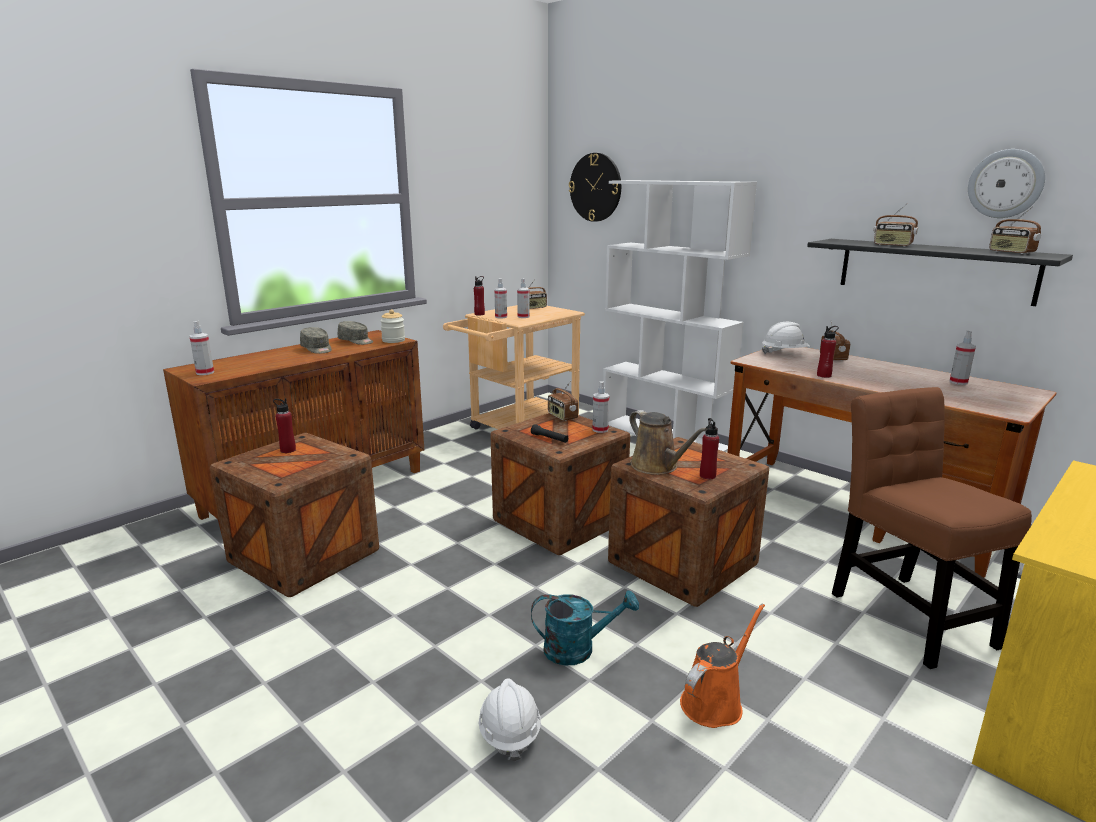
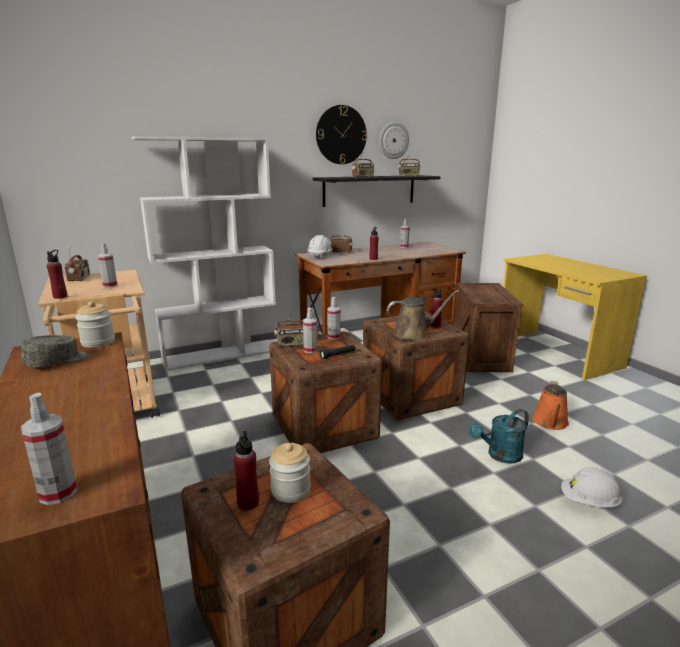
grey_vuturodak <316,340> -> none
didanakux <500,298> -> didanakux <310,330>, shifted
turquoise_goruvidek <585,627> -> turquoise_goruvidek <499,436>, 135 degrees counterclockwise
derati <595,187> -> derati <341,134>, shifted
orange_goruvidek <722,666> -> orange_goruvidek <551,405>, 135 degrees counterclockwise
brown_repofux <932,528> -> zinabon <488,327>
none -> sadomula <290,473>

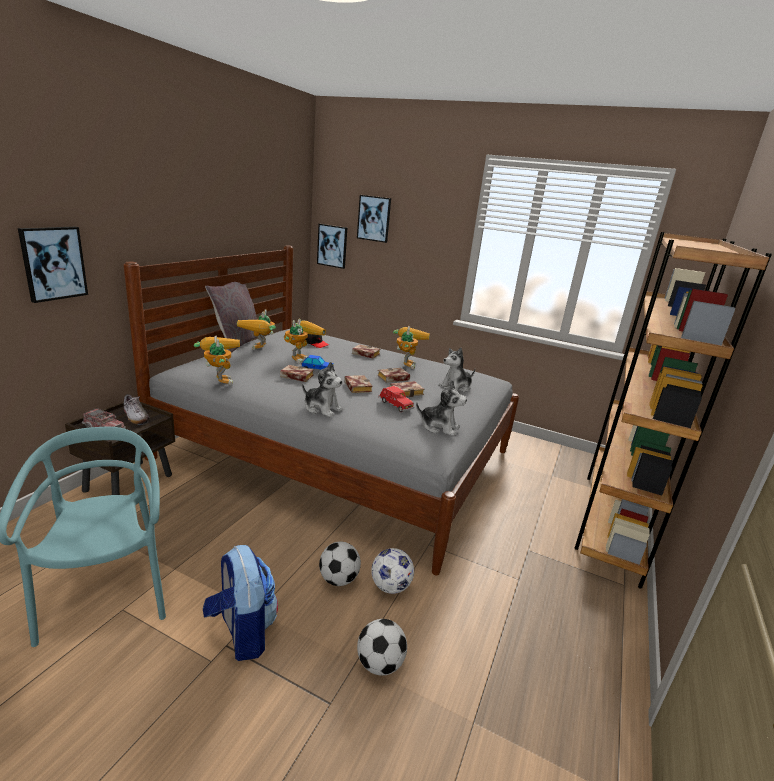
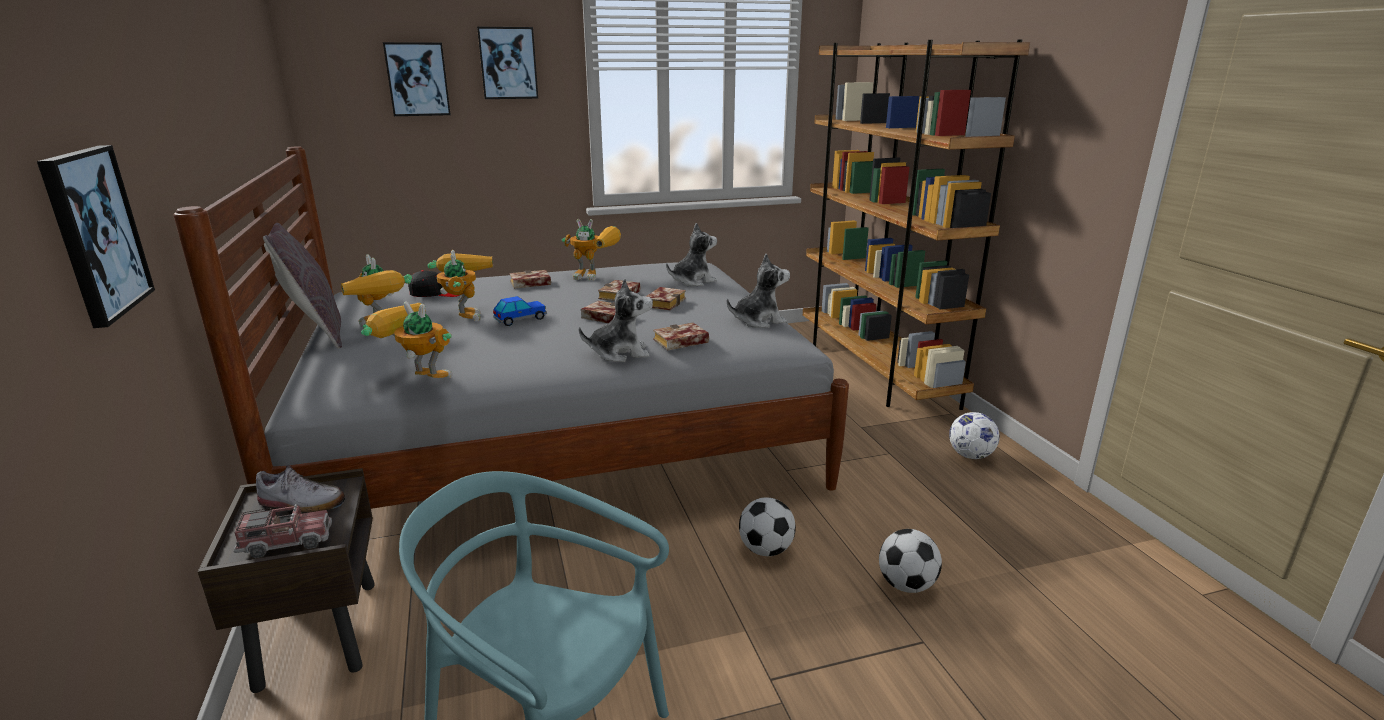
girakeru <240,603> -> none
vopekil <297,373> -> vopekil <681,336>, shifted
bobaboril <332,246> -> bobaboril <507,63>, shifted
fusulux <392,571> -> fusulux <974,435>, shifted
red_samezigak <396,399> -> none
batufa <411,347> -> batufa <591,250>, 135 degrees clockwise
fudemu <457,369> -> fudemu <691,255>, 135 degrees counterclockwise

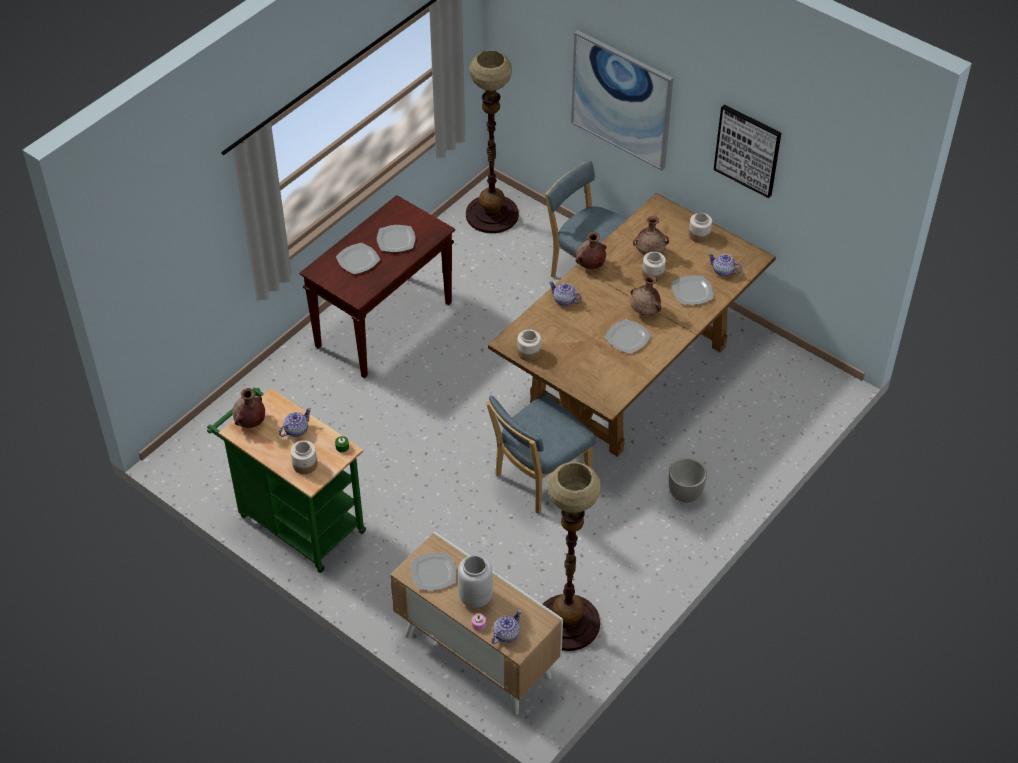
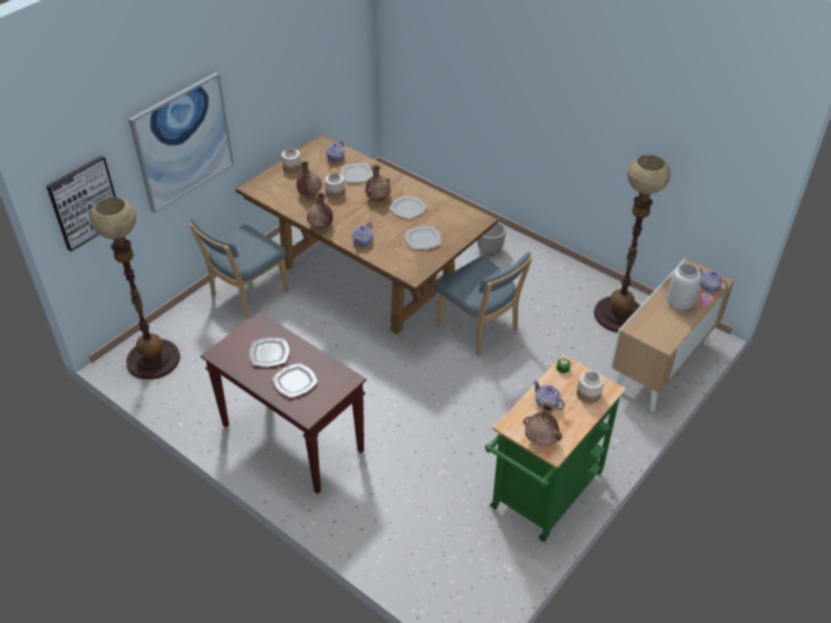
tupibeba <433,571> -> tupibeba <423,237>, shifted
sadomula <529,345> -> none
bobaboril <747,151> -> bobaboril <81,203>, shifted

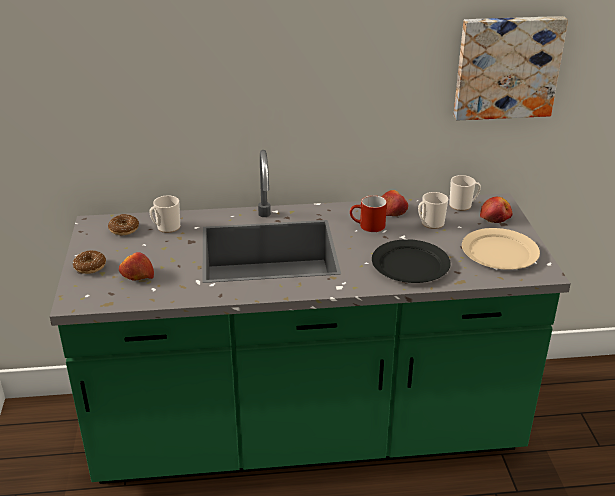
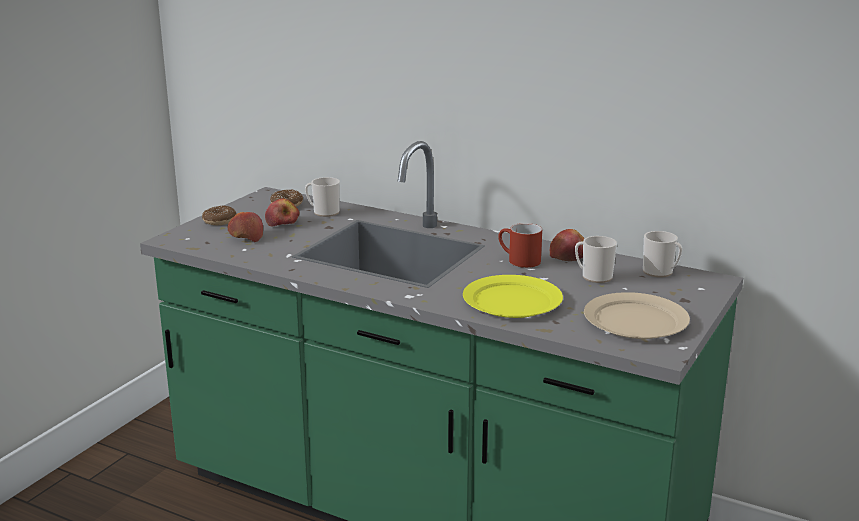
black_tupibeba <411,261> -> yellow_tupibeba <513,296>
bobaboril <510,68> -> none
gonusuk <496,210> -> gonusuk <282,212>, shifted

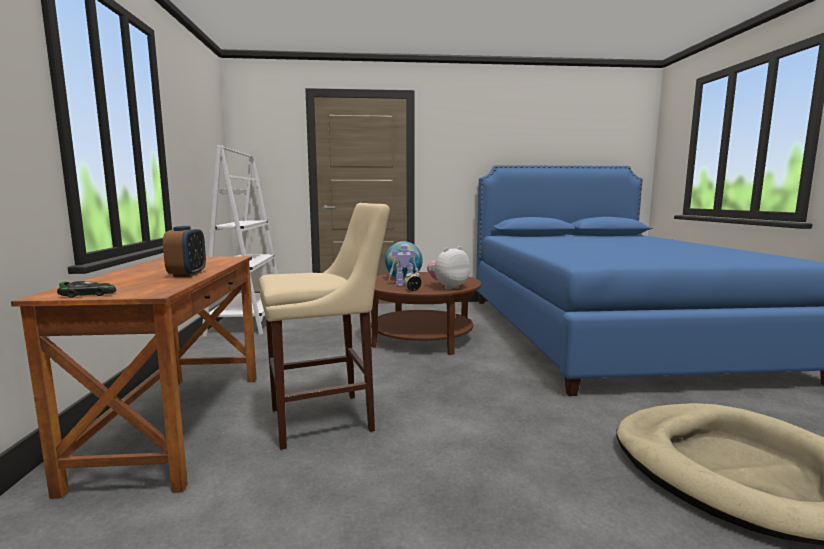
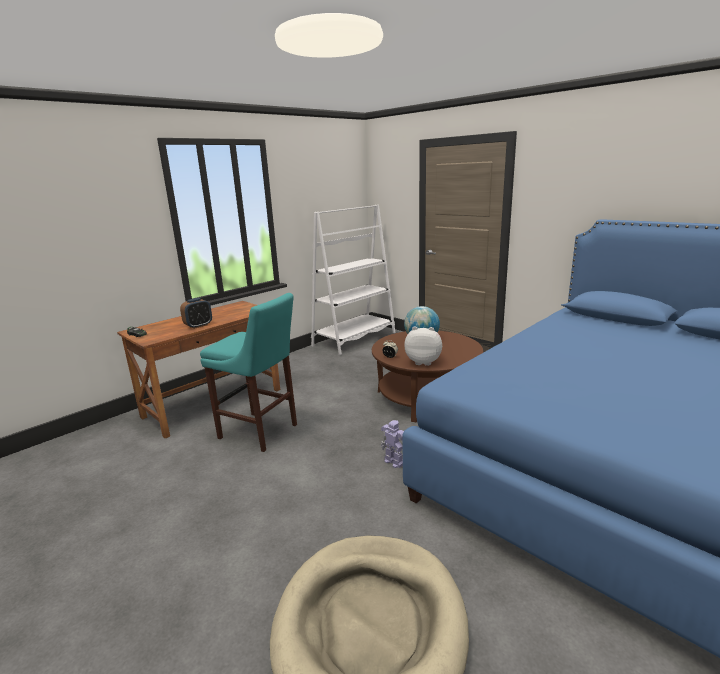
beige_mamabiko <324,326> -> turquoise_mamabiko <248,372>
batufa <404,265> -> batufa <392,444>, shifted

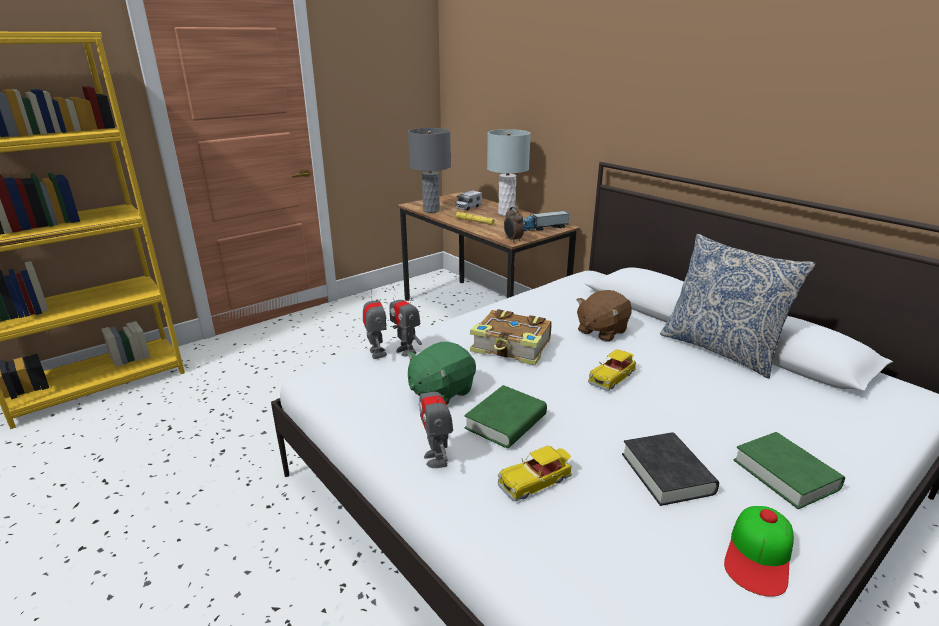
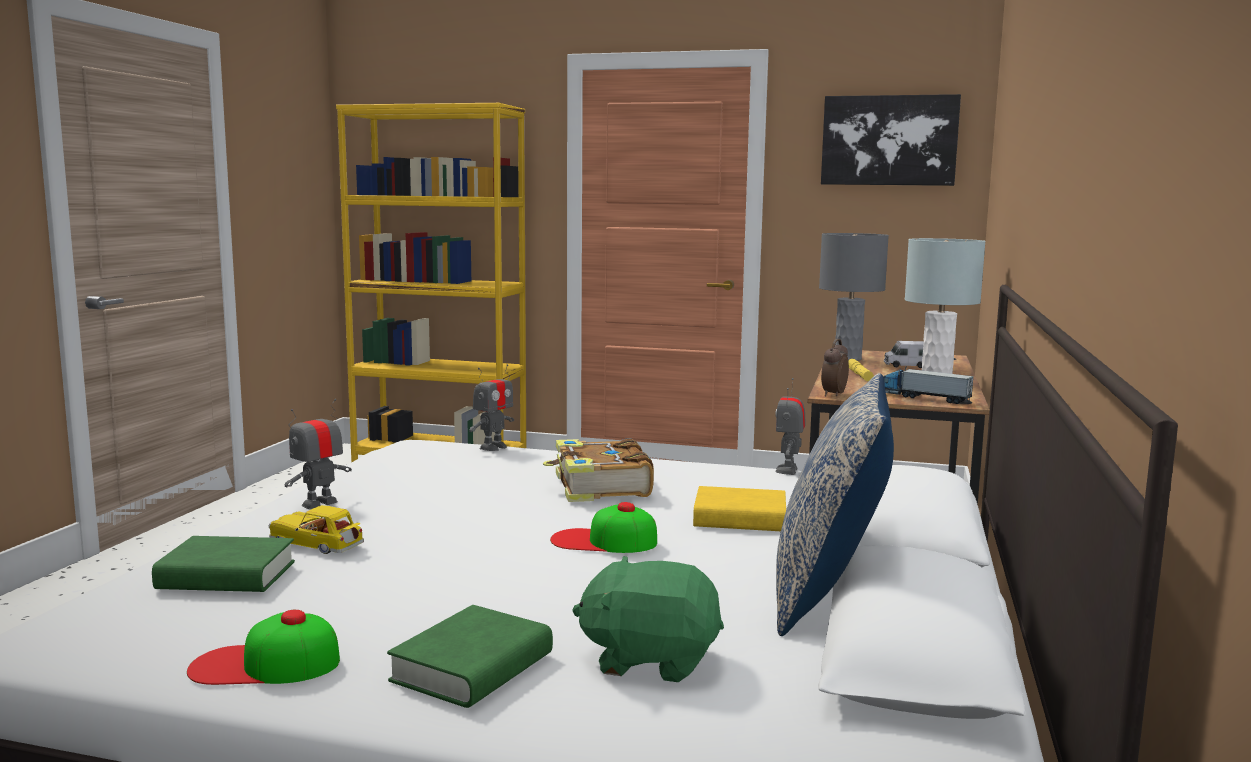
batufa <405,321> -> batufa <790,426>, shifted
green_fudemu <441,373> -> green_fudemu <648,619>, shifted
green_vopekil <505,416> -> green_vopekil <223,564>, shifted
brown_fudemu <604,316> -> yellow_vopekil <739,508>
samezigak <612,370> -> vuturodak <603,527>
black_vopekil <670,469> -> none
none -> bobaboril <891,140>

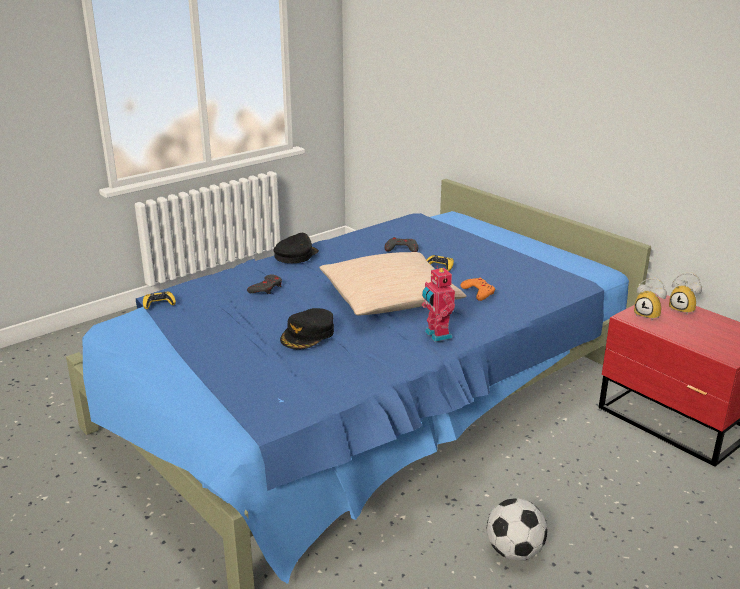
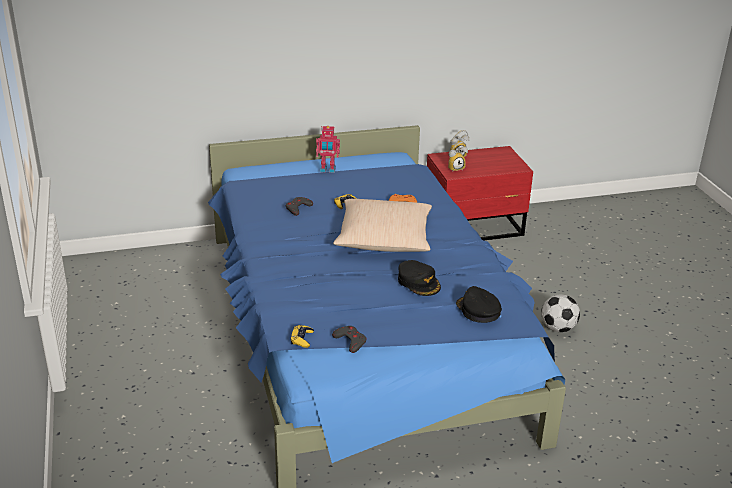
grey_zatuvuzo <264,284> -> grey_zatuvuzo <349,339>, shifted
black_vuturodak <296,248> -> black_vuturodak <479,304>, shifted
batufa <438,304> -> batufa <328,149>, shifted

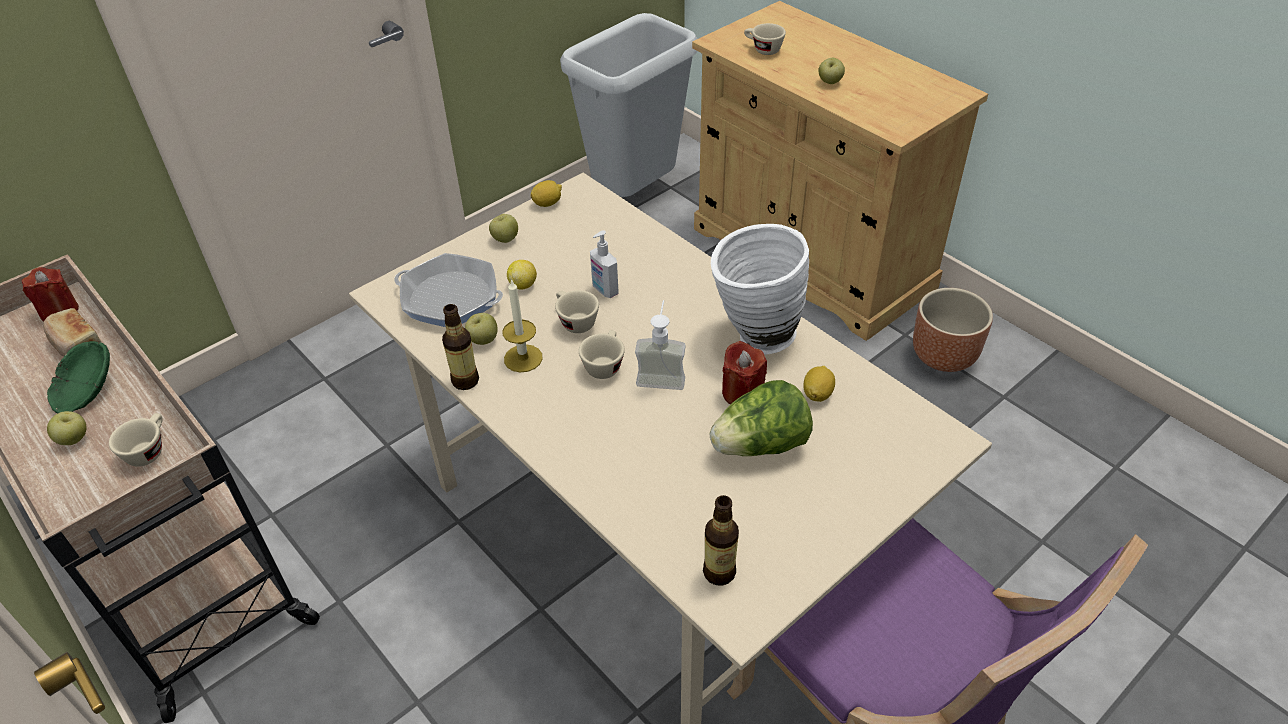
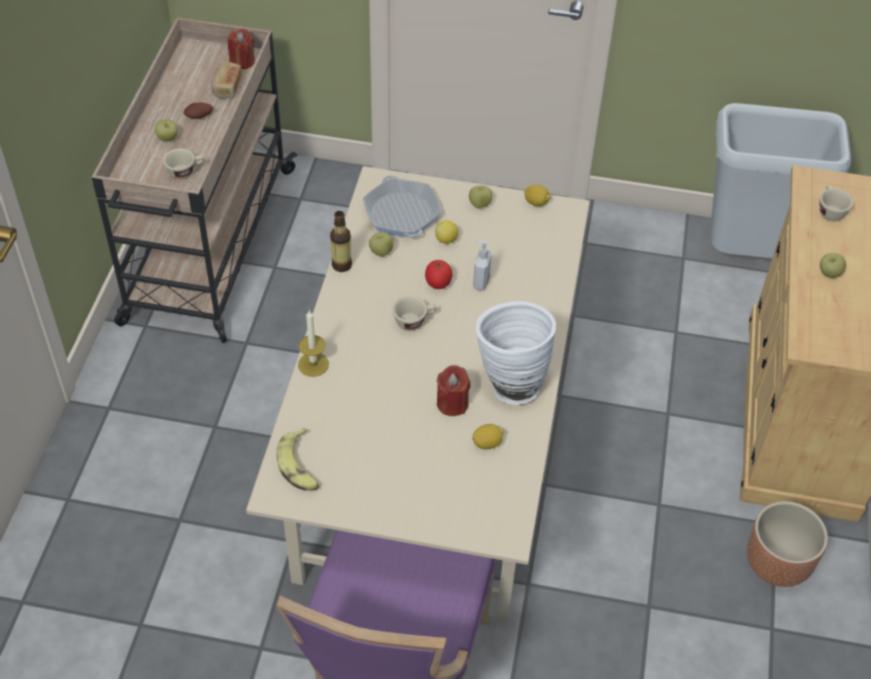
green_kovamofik <78,377> -> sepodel <198,111>
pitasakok <522,325> -> pitasakok <313,344>, shifted
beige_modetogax <577,311> -> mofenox <439,274>
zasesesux <660,345> -> none
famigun <721,540> -> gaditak <298,459>
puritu <761,418> -> none

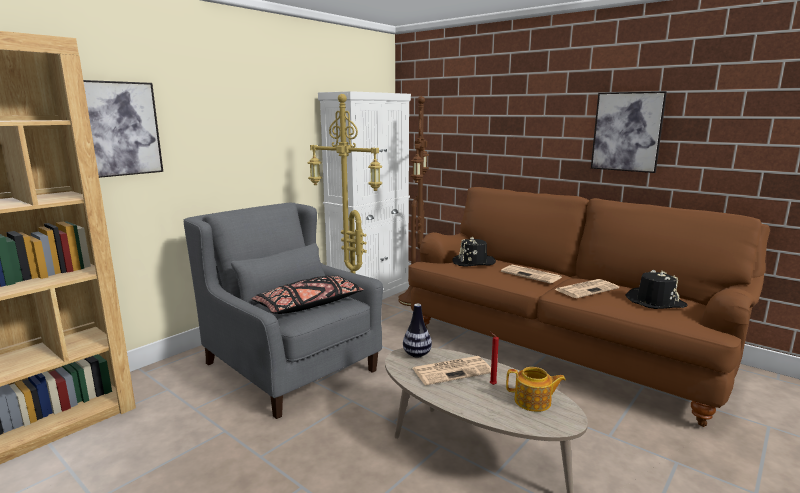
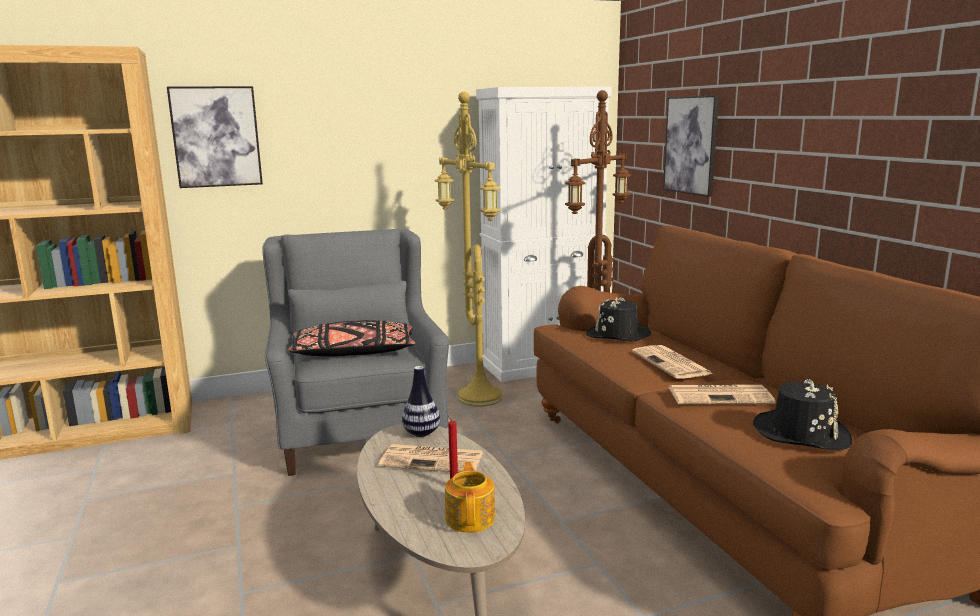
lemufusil <536,389> -> lemufusil <470,497>, 135 degrees counterclockwise
bobaboril <629,132> -> bobaboril <691,146>, shifted

